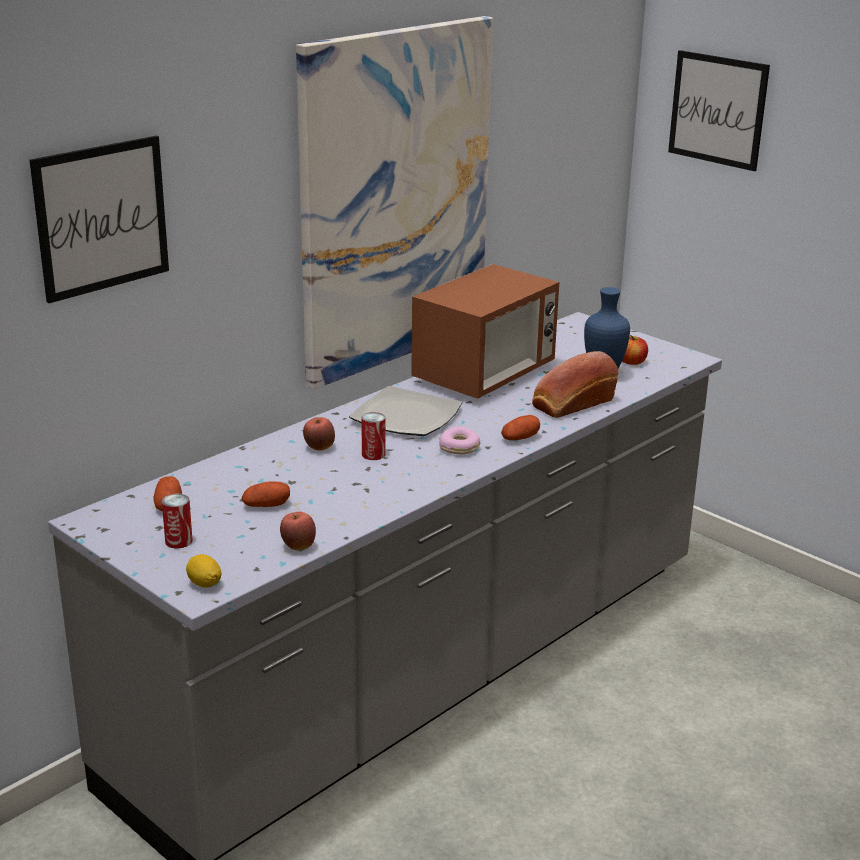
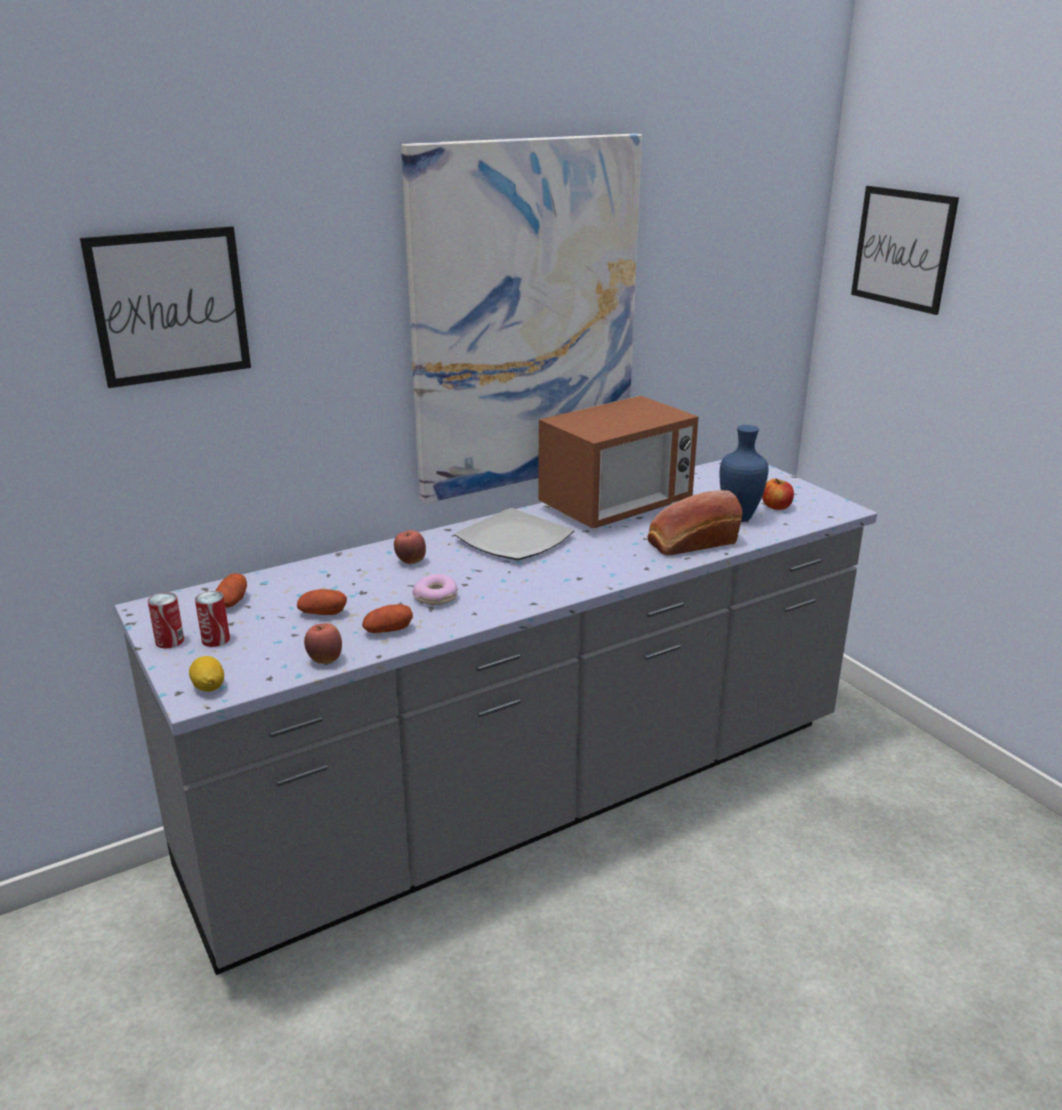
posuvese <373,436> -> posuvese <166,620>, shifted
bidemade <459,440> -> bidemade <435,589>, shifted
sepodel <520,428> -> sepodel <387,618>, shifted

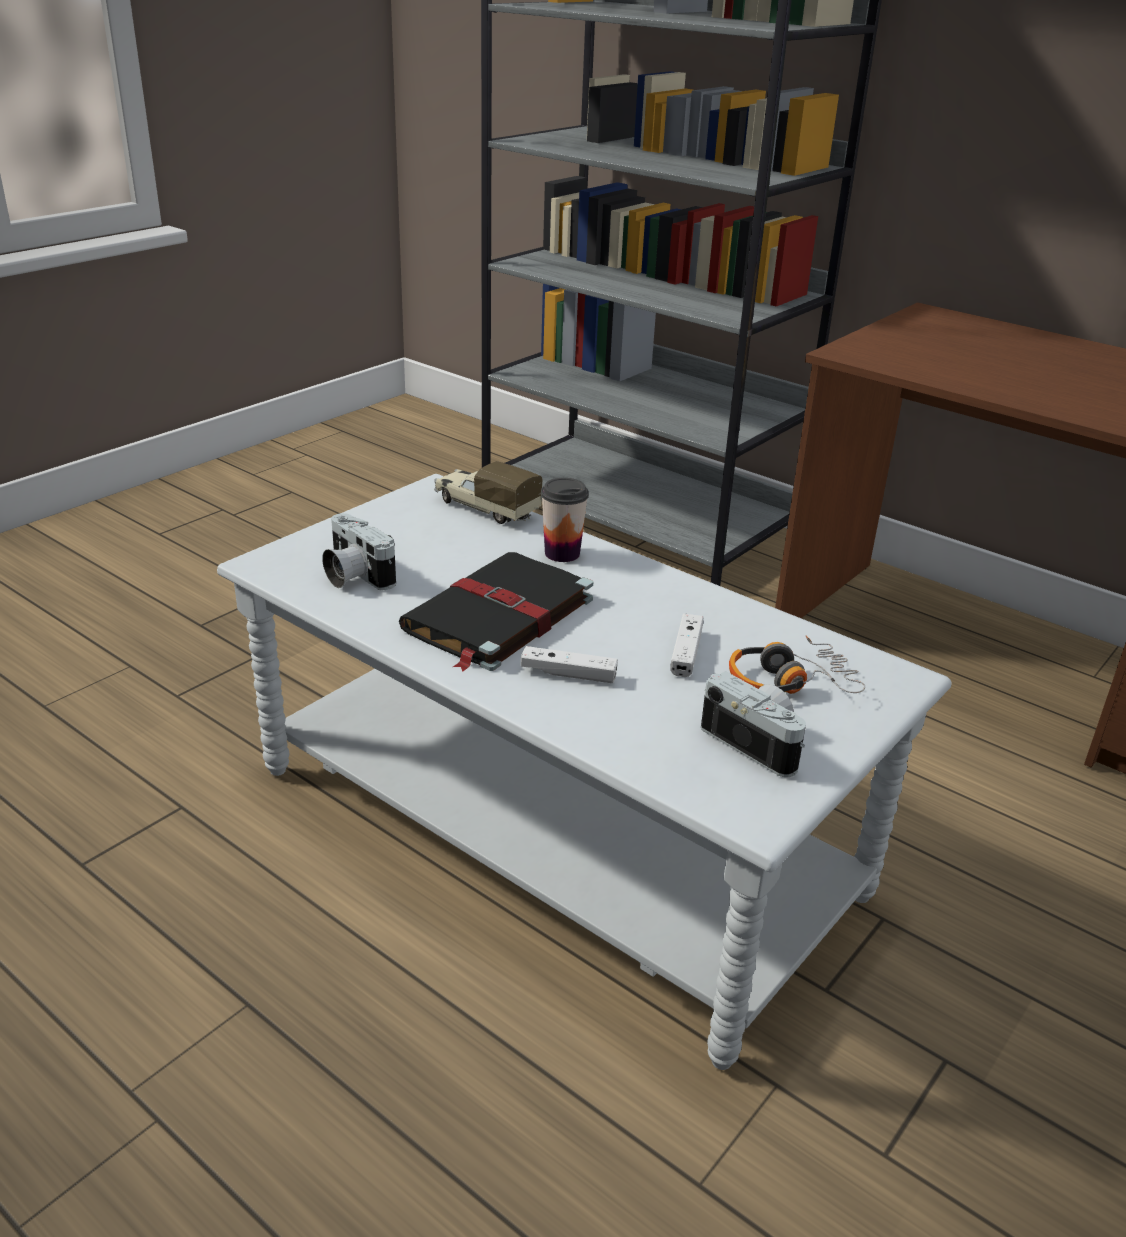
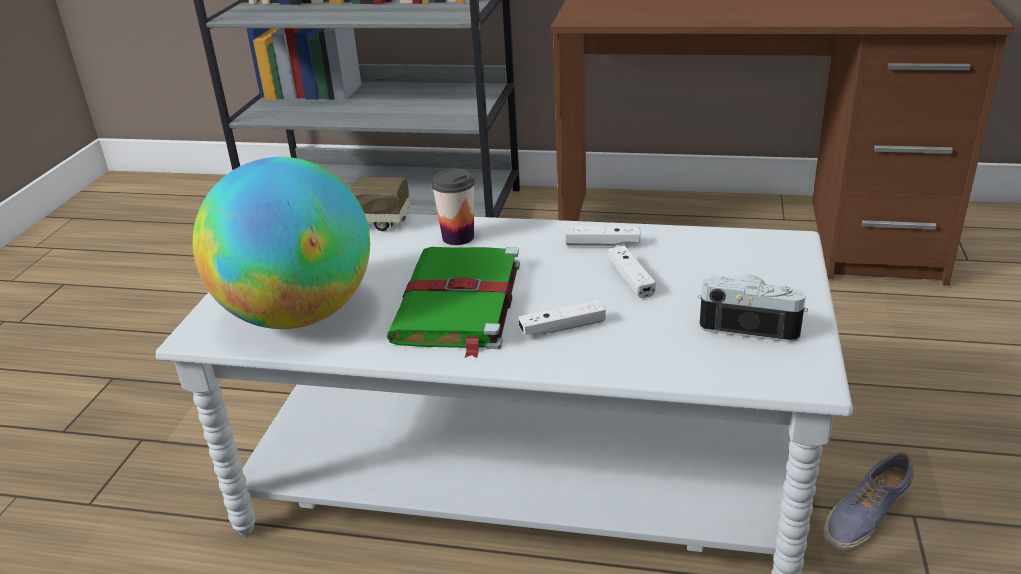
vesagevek <359,551> -> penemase <281,243>
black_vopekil <496,612> -> green_vopekil <453,302>
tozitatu <797,664> -> none
none -> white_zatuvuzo <603,236>
none -> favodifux <868,502>

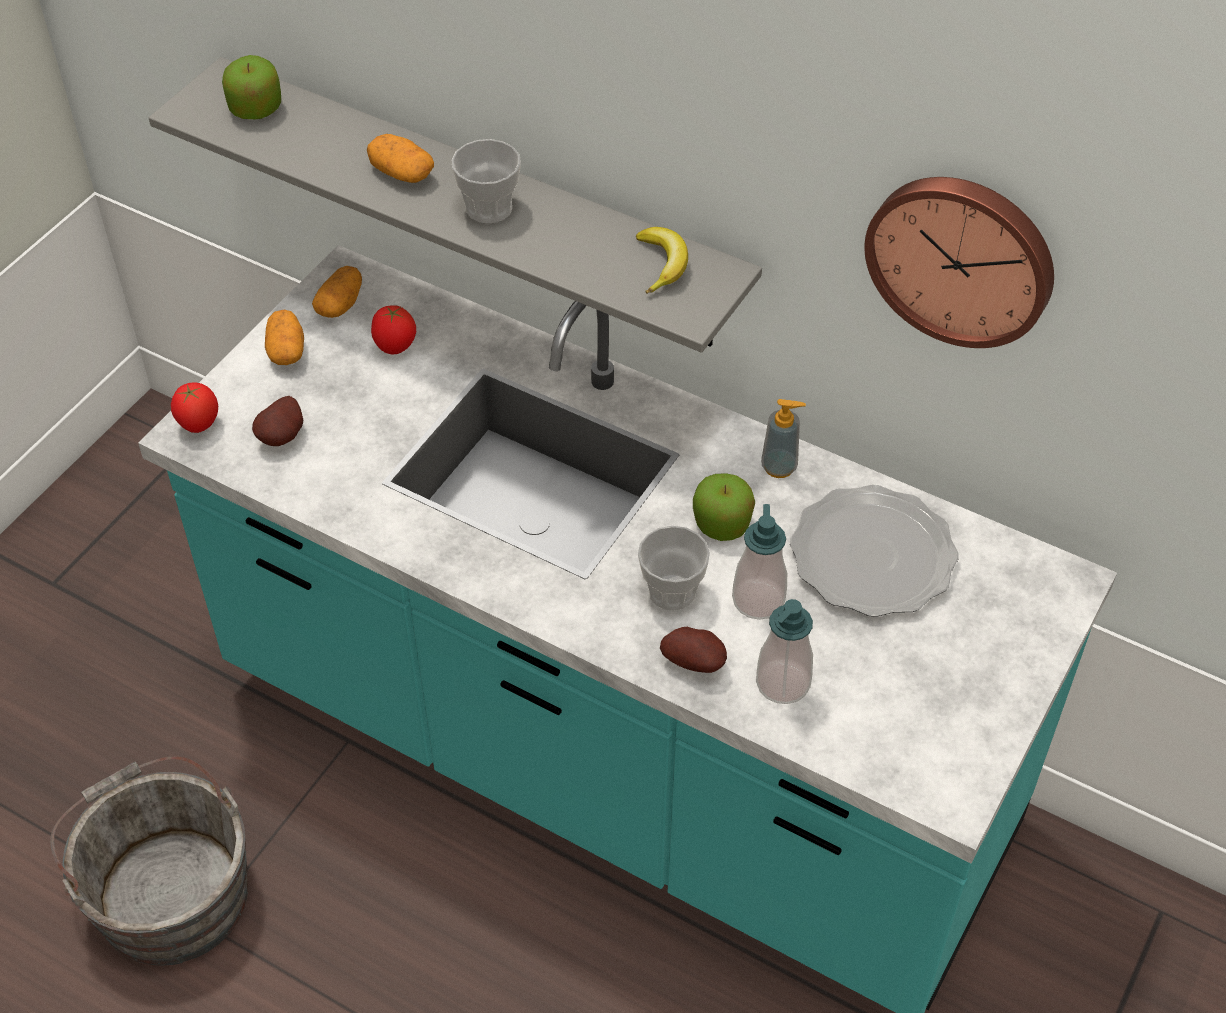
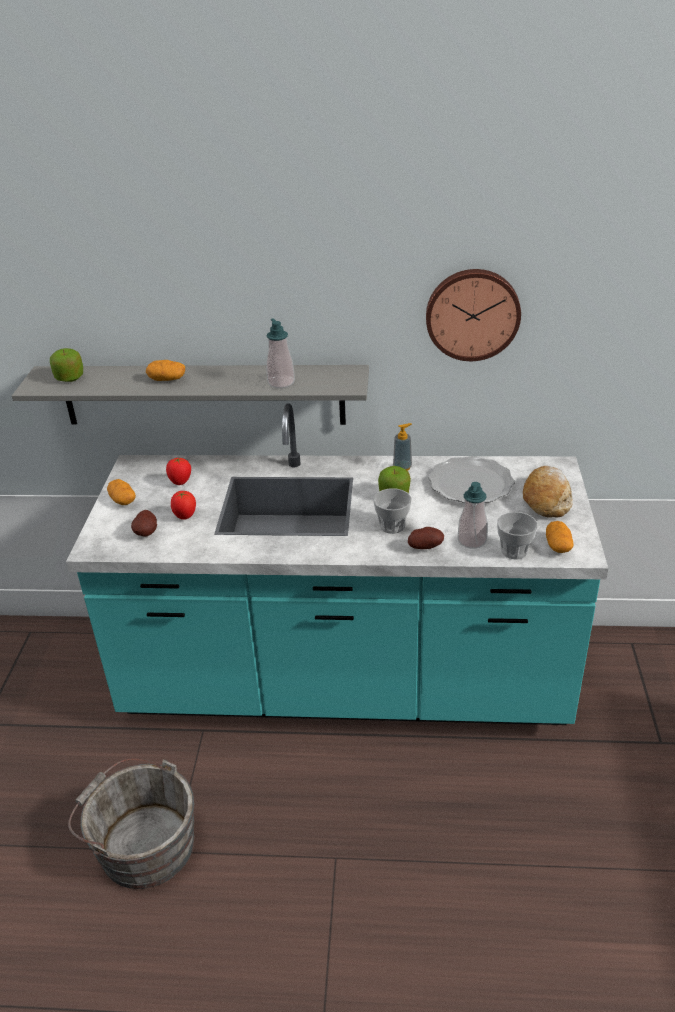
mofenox <194,408> -> mofenox <183,505>, shifted
sepodel <337,292> -> sepodel <560,537>, shifted
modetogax <486,181> -> modetogax <517,536>, shifted
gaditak <662,260> -> none
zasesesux <759,562> -> zasesesux <280,353>, shifted
none -> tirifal <548,492>

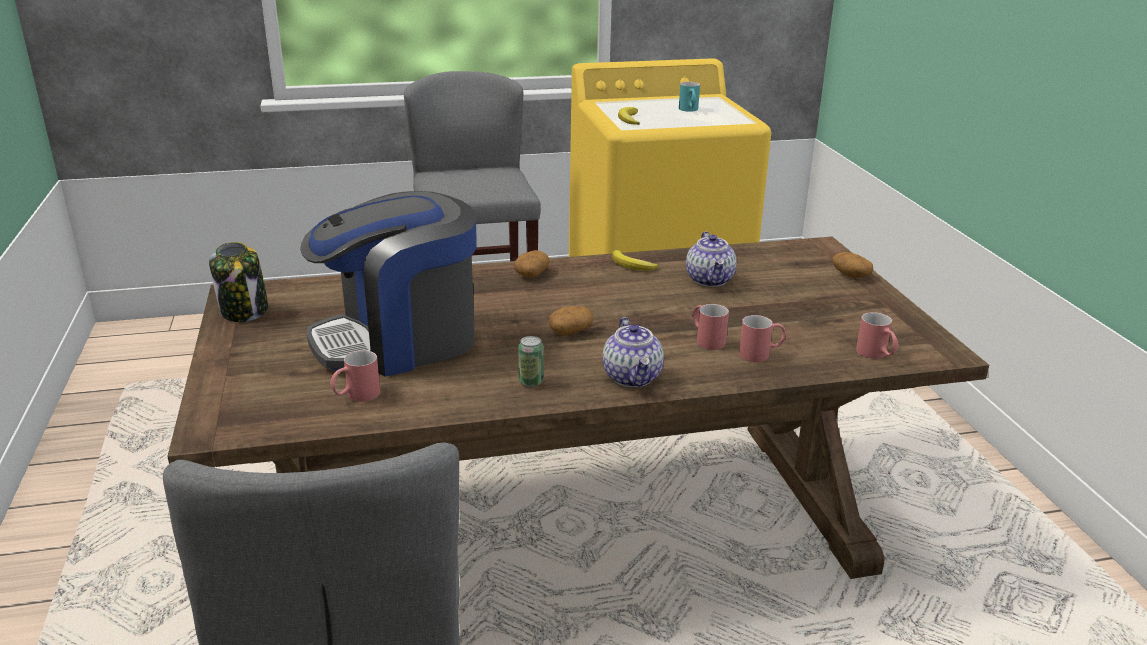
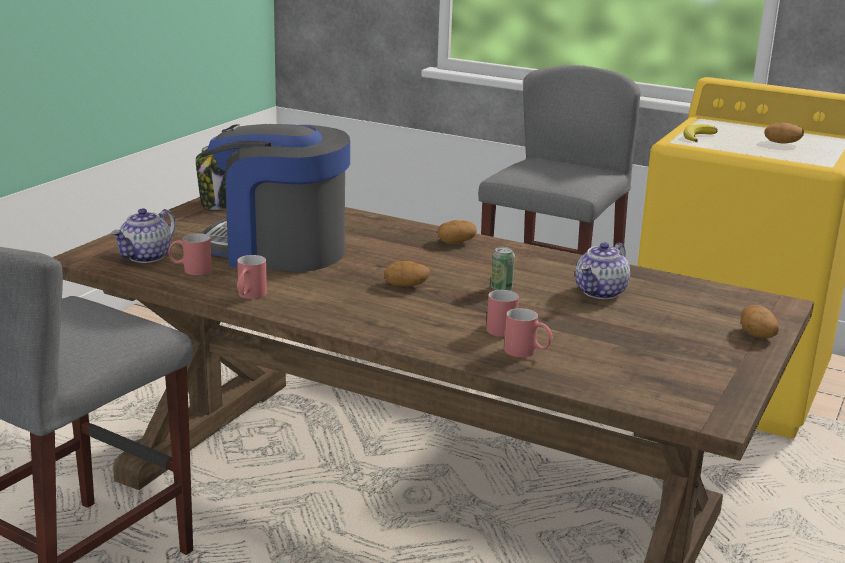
posuvese <531,361> -> posuvese <503,268>, shifted
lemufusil <633,352> -> lemufusil <143,236>, shifted
gaditak <635,260> -> none
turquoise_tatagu <689,97> -> sepodel <784,133>
red_tatagu <877,335> -> red_tatagu <252,277>, shifted

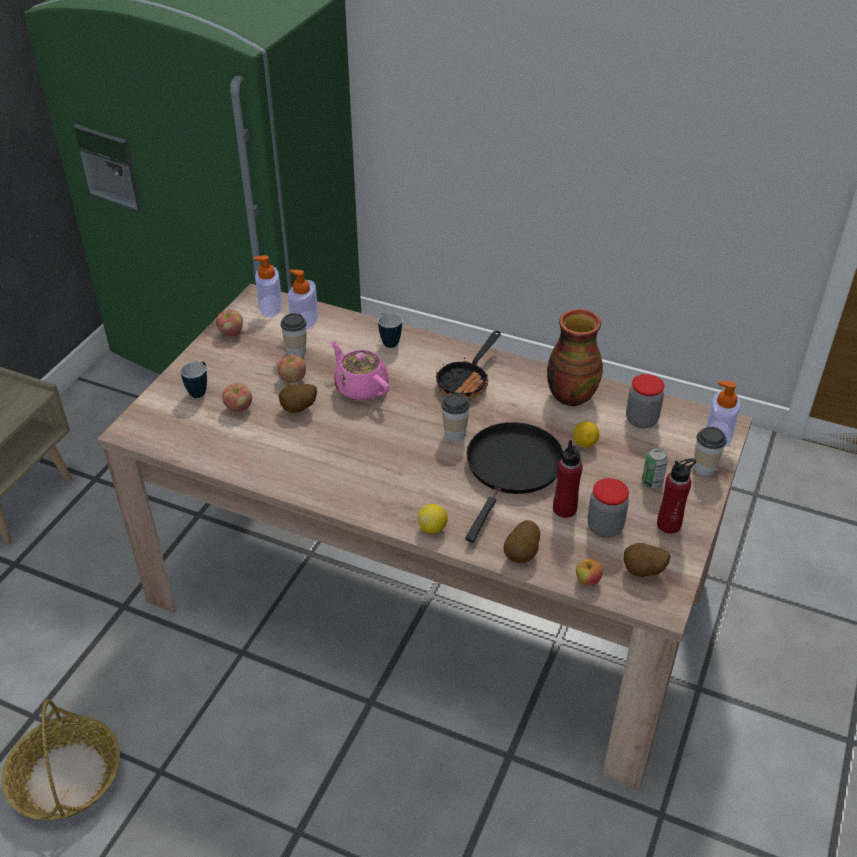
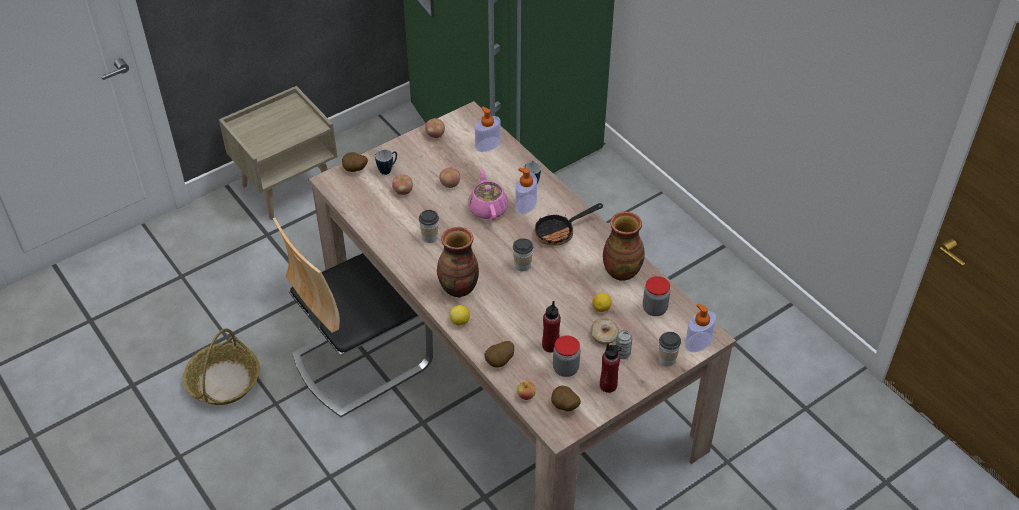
zasesesux <268,286> -> zasesesux <526,191>, shifted
sepodel <298,398> -> sepodel <355,162>, shifted
modetogax <293,335> -> modetogax <429,226>, shifted
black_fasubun <514,482> -> none
none -> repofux <353,317>
none -> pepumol <458,262>
none -> bidemade <605,331>

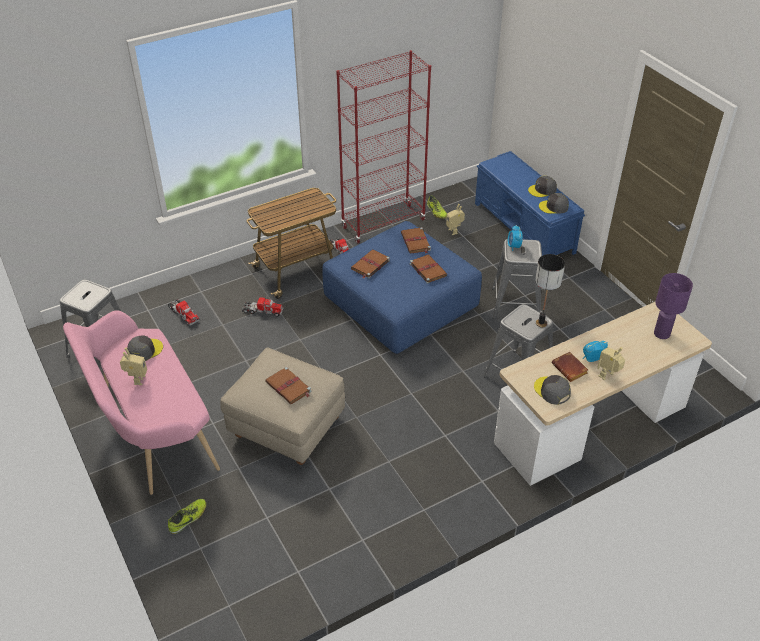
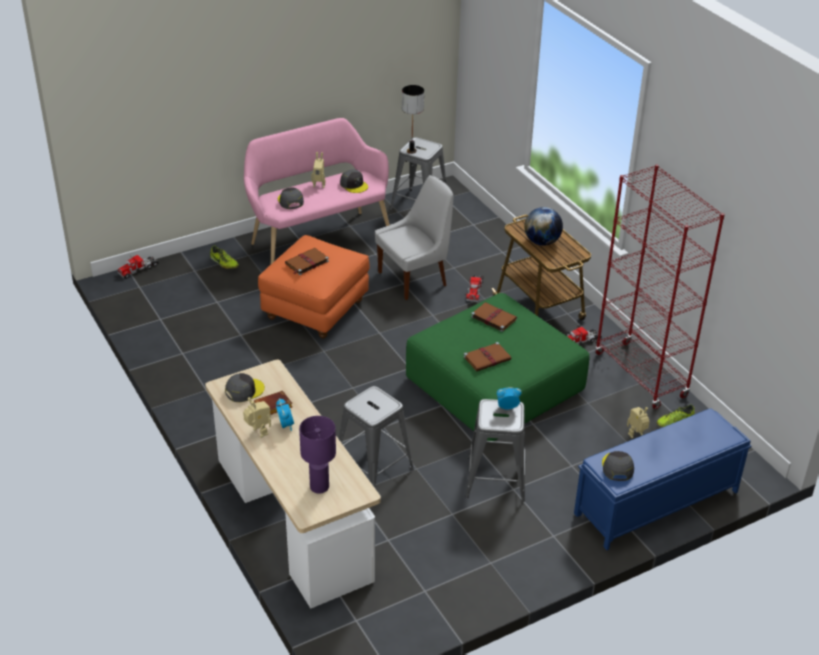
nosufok <183,312> -> nosufok <138,267>, shifted
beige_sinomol <282,406> -> orange_sinomol <313,287>
blue_sinomol <402,287> -> green_sinomol <498,368>
brown_vopekil <416,240> -> none
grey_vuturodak <542,186> -> grey_vuturodak <291,198>, shifted
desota <550,290> -> desota <413,119>, shifted
none -> white_repofux <414,237>
none -> penemase <543,226>

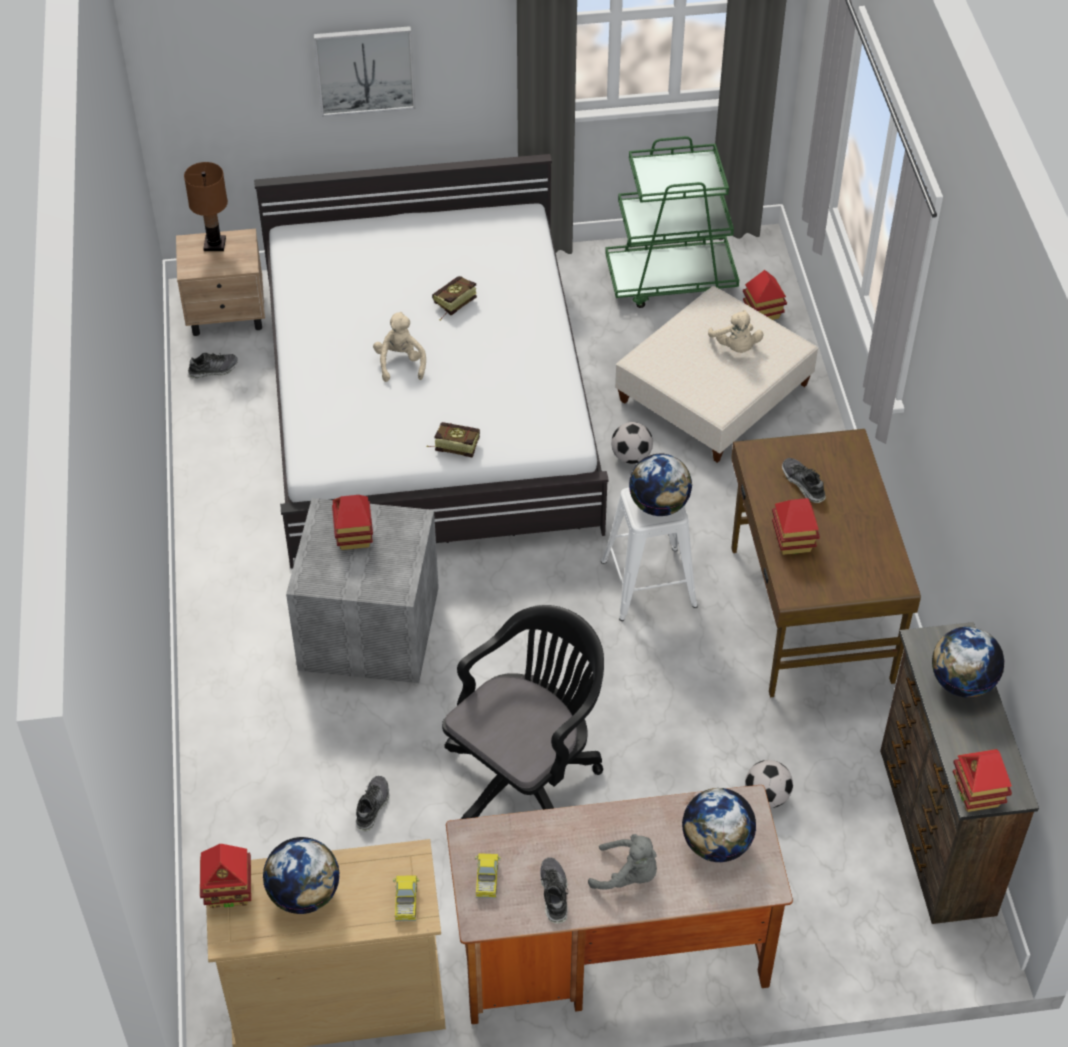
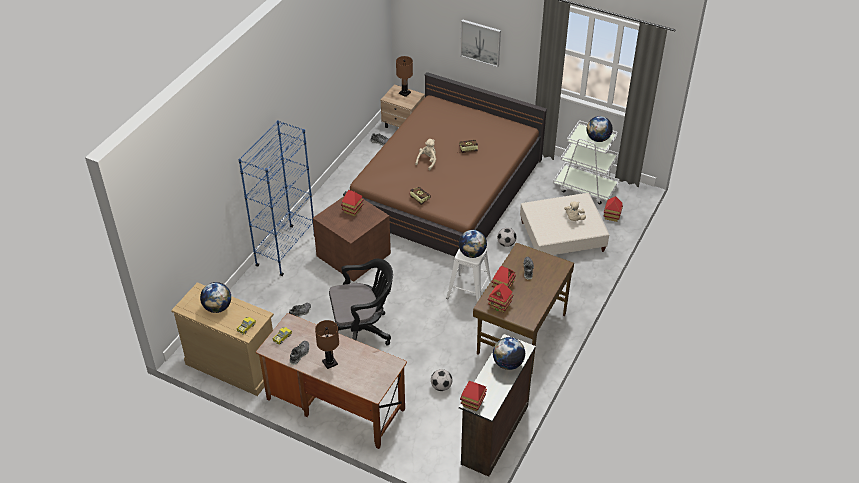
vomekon <225,876> -> vomekon <500,298>, shifted
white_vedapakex <431,361> -> brown_vedapakex <445,164>
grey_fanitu <362,590> -> brown_fanitu <352,239>
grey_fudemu <622,862> -> brown_desota <327,344>
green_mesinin <672,222> -> white_mesinin <586,162>
penemase <719,825> -> penemase <599,129>, shifted
none -> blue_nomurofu <276,198>

